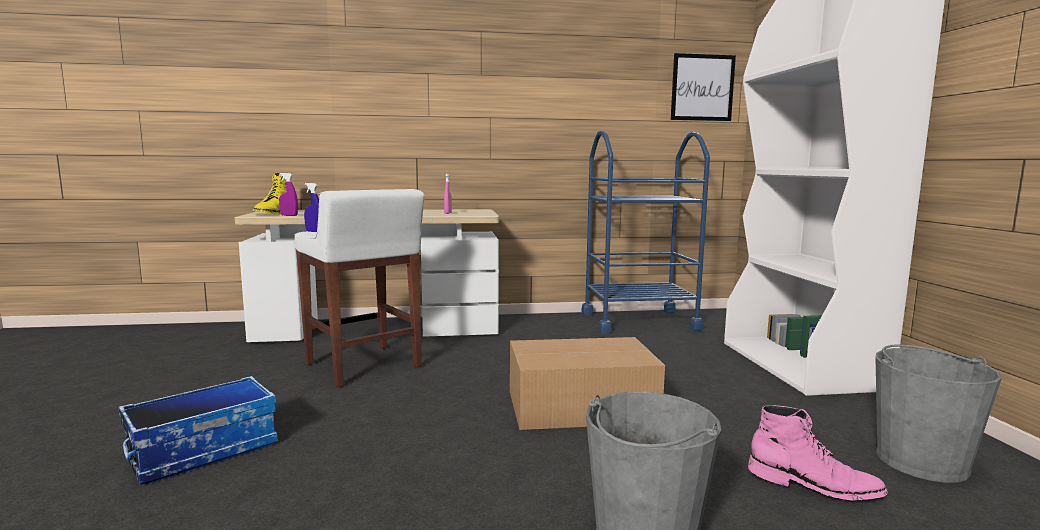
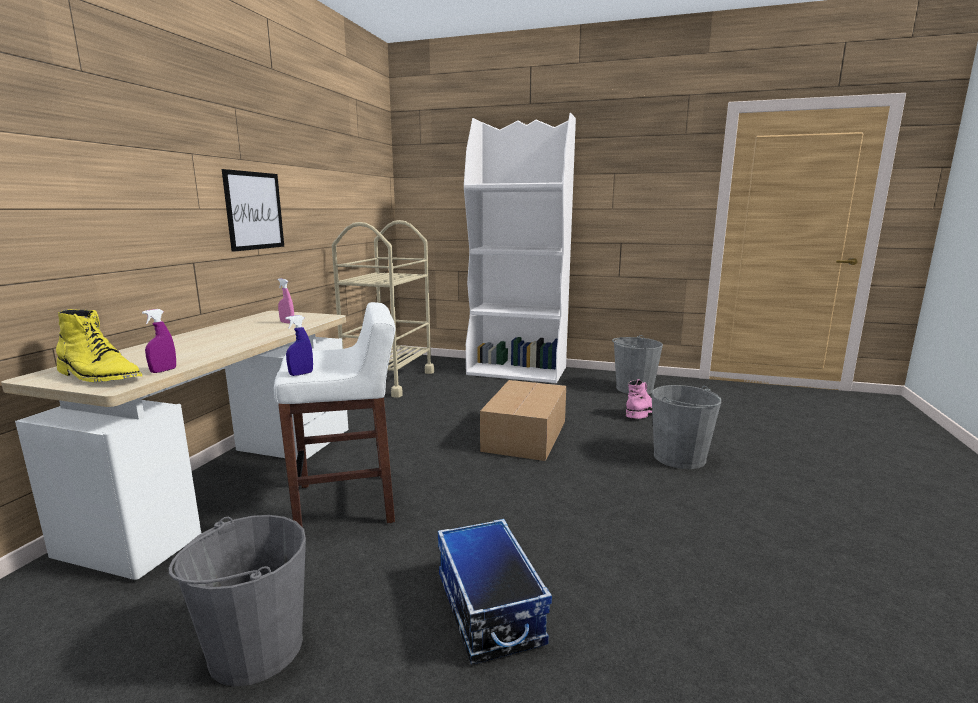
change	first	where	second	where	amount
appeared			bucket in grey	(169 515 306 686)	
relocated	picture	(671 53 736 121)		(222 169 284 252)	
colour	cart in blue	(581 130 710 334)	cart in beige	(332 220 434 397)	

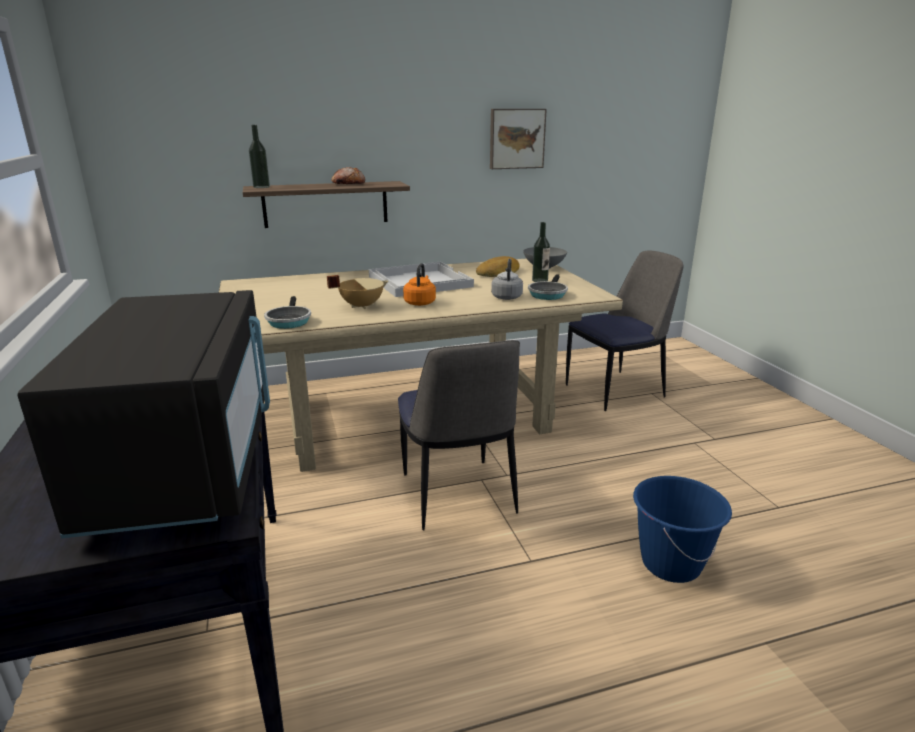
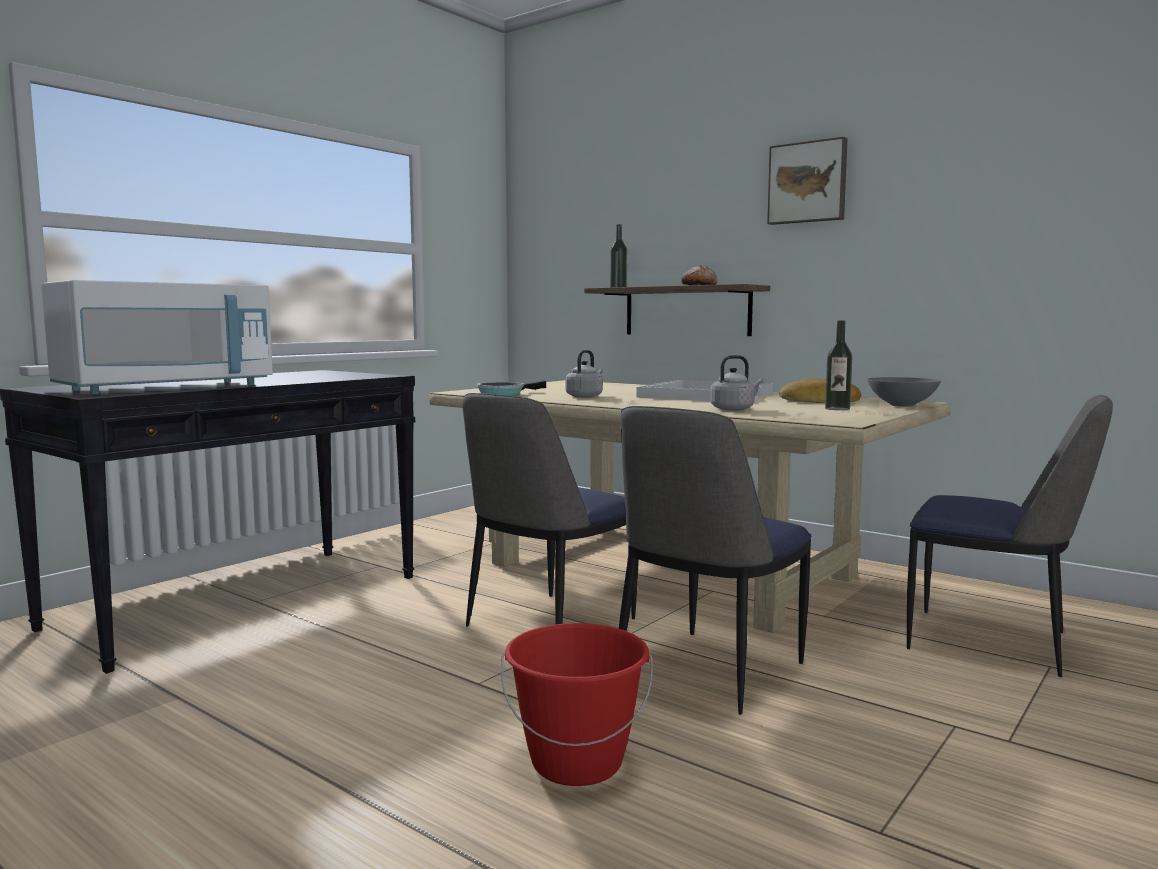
change	first	where	second	where	amount
missing	kettle in orange	(403 263 436 306)			
missing	frying pan	(528 274 568 300)			
appeared			chair	(619 406 811 715)	
relocated	picture	(490 109 547 169)		(767 137 848 225)	
exchanged	cooking pot in beige	(327 275 388 309)	kettle in grey	(565 350 603 398)	
colour	microwave in black	(18 290 270 539)	microwave in white	(41 280 273 395)	
colour	bucket in blue	(633 476 732 583)	bucket in red	(501 623 653 786)	

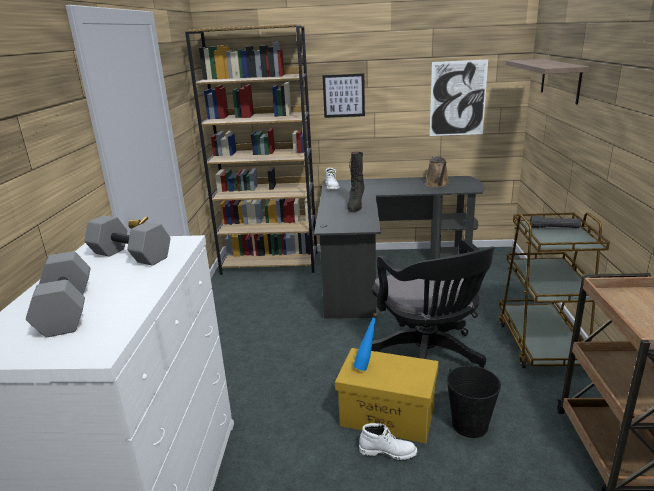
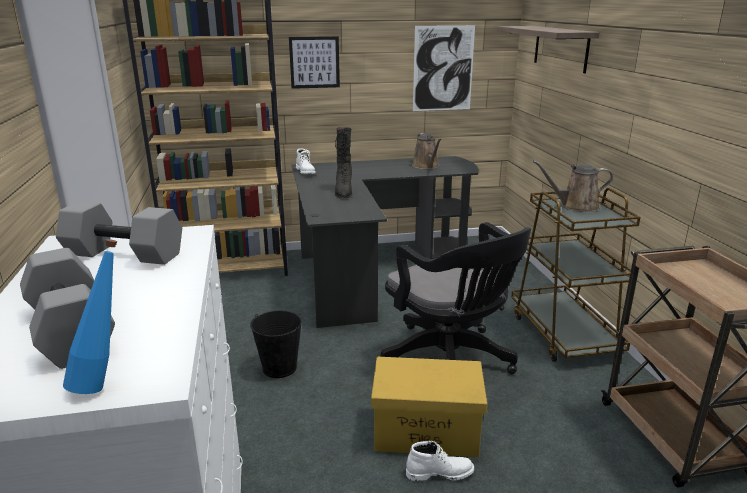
change	first	where	second	where	amount
relocated	bottle in blue	(353 313 377 371)		(63 239 117 394)	
relocated	bucket in black	(446 366 501 438)		(250 311 302 378)	
exchanged	flashlight in black	(530 216 581 228)	watering can in brown	(533 161 613 212)	

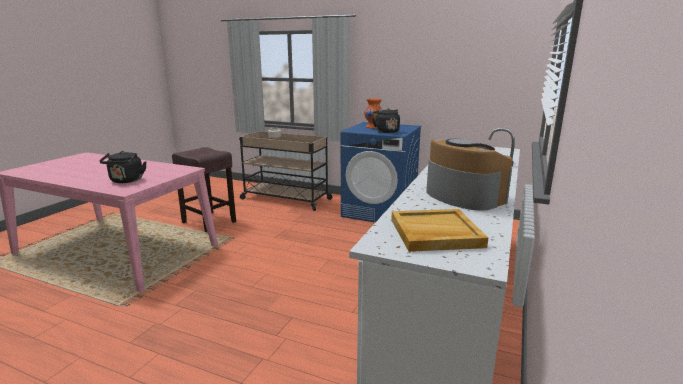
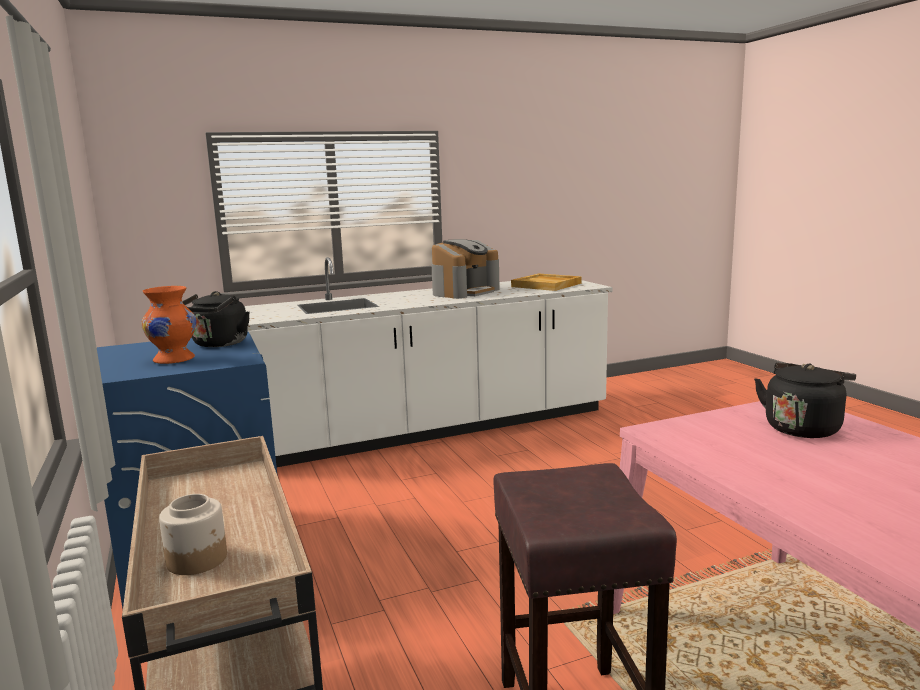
change	first	where	second	where	amount
spun	coffee machine	(426 138 512 211)		(431 239 500 299)	150 degrees counterclockwise

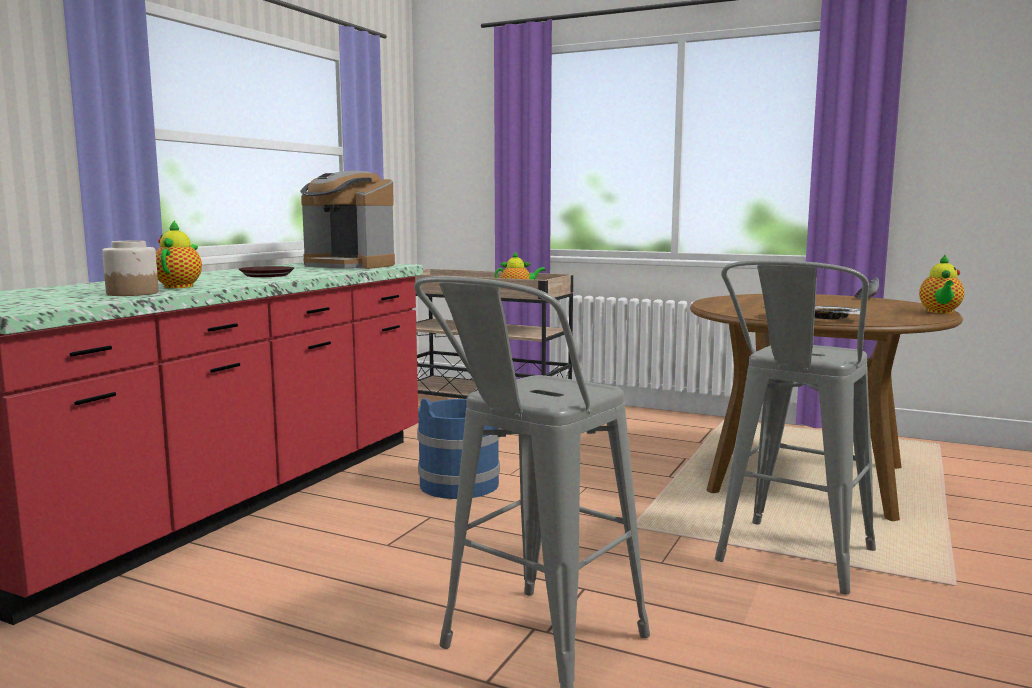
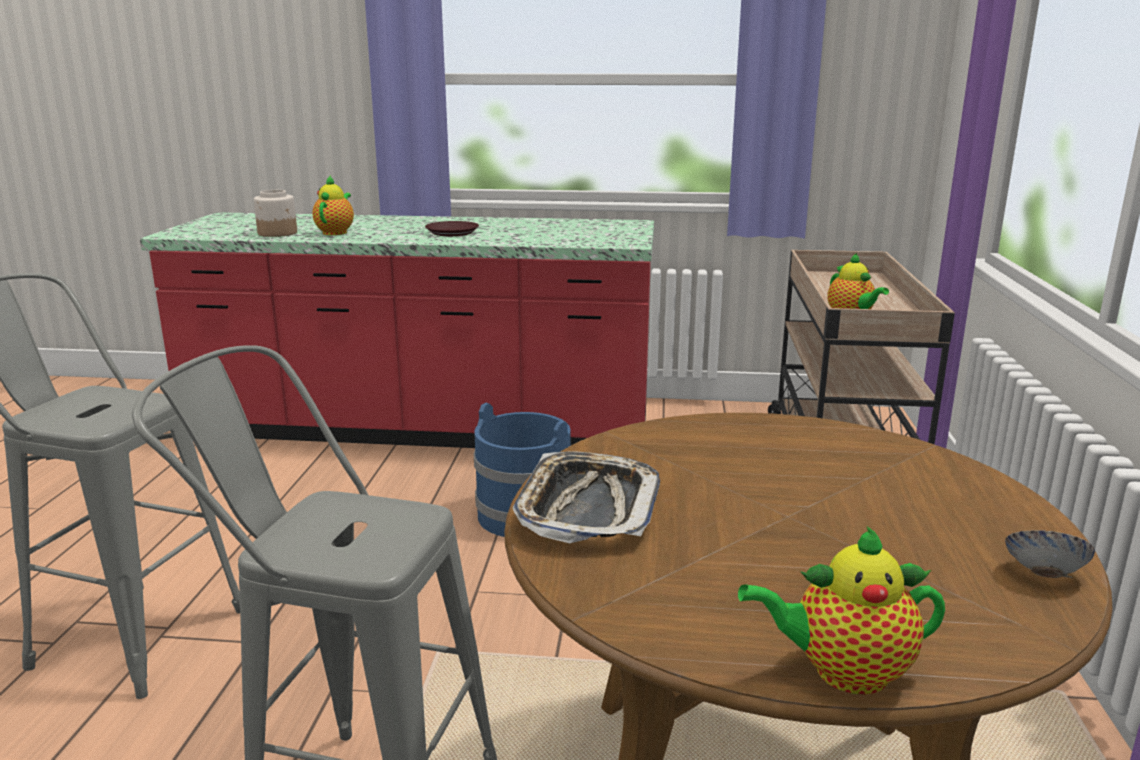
change	first	where	second	where	amount
missing	coffee machine	(300 171 395 269)			
spun	teapot	(156 220 202 288)		(312 175 354 235)	60 degrees counterclockwise

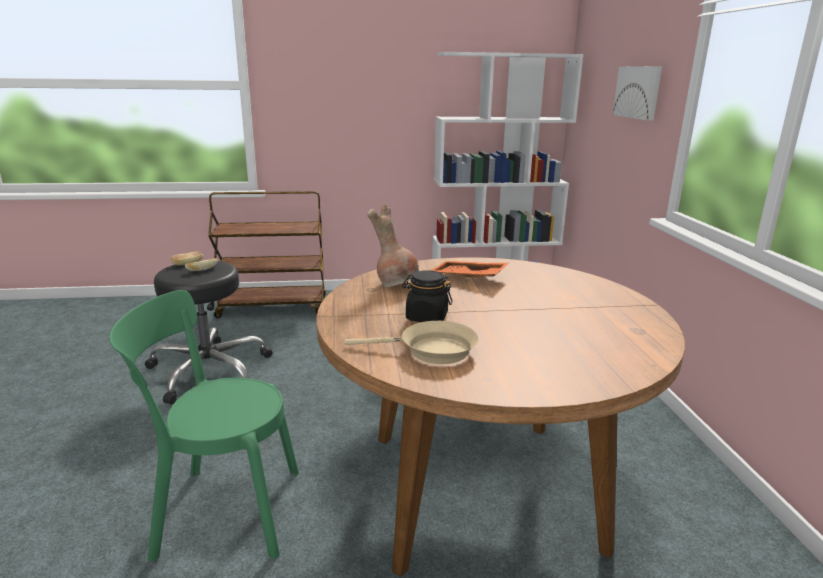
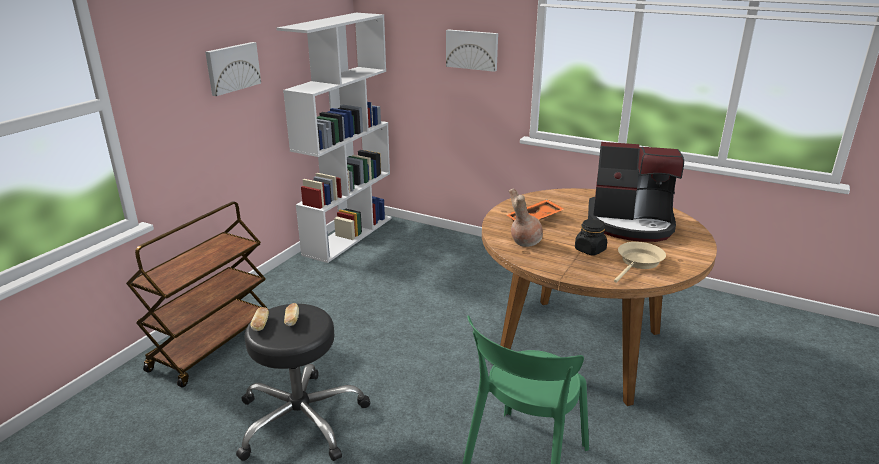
change	first	where	second	where	amount
appeared			picture	(205 42 261 96)	
appeared			coffee machine	(588 142 684 242)	

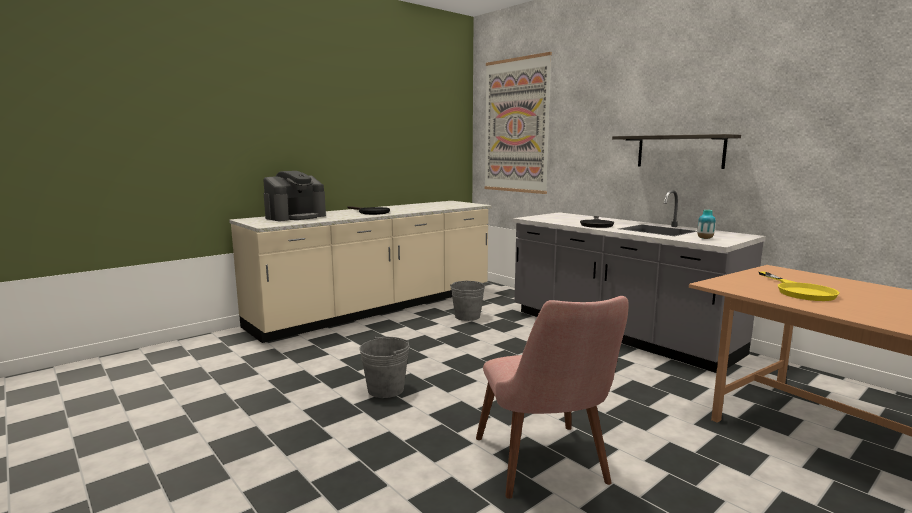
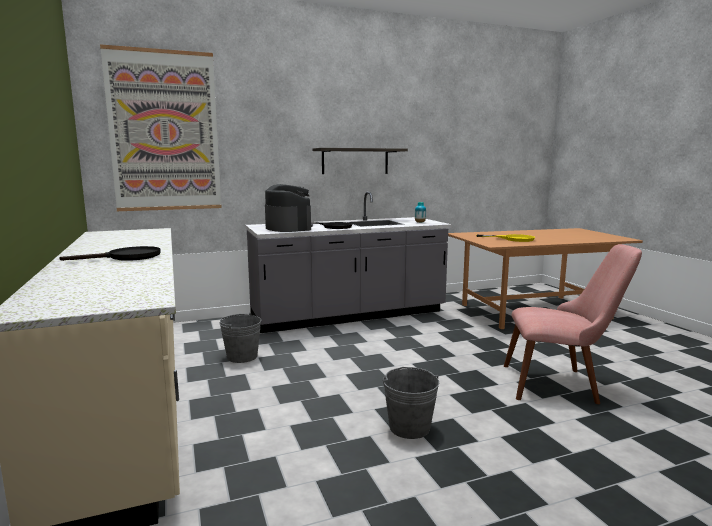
change	first	where	second	where	amount
relocated	coffee machine	(263 171 326 221)		(265 184 313 232)	

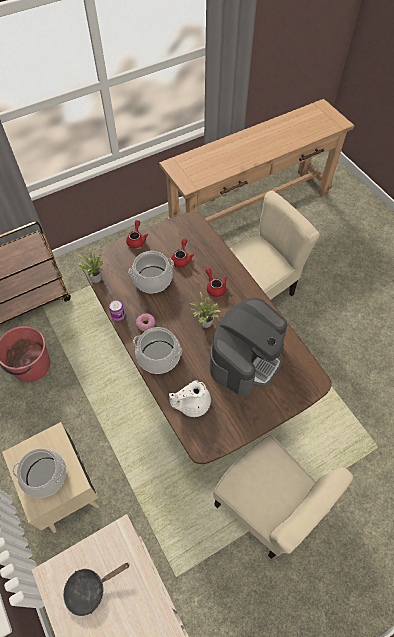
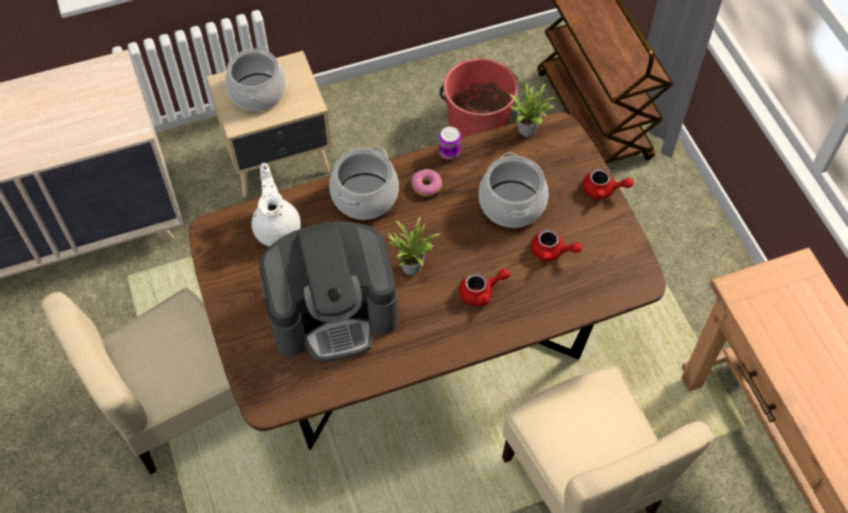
change	first	where	second	where	amount
missing	frying pan in black	(63 563 130 616)			
spun	coffee machine	(209 298 287 397)		(259 221 399 362)	60 degrees counterclockwise

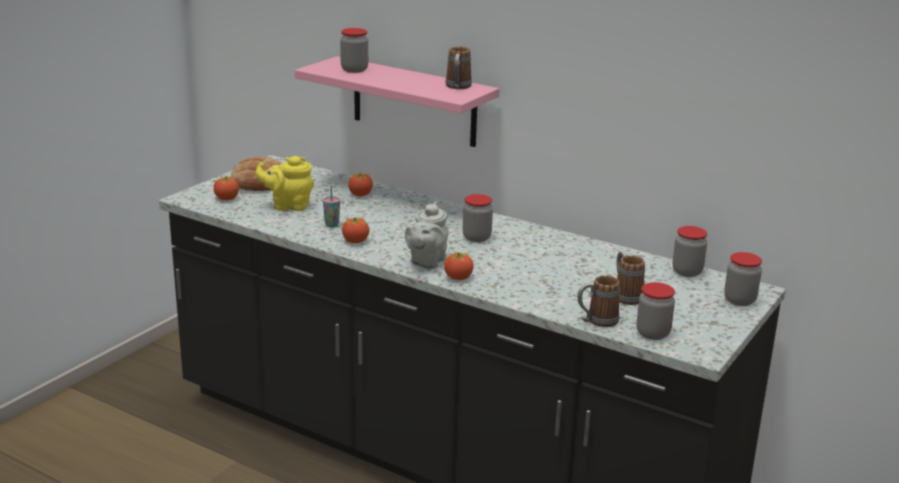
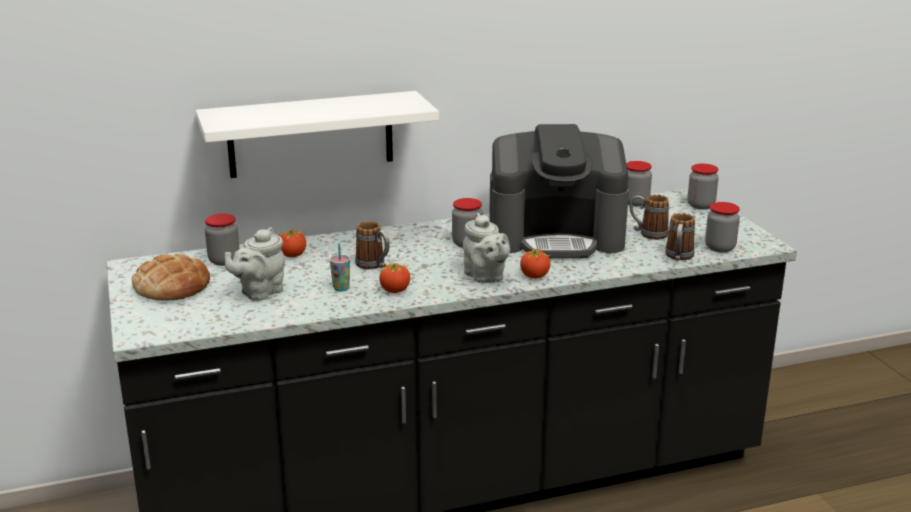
change	first	where	second	where	amount
missing	tomato	(212 176 239 200)			
appeared			coffee machine	(489 124 629 258)	
relocated	jar	(340 28 368 73)		(205 213 239 266)	
relocated	mug	(446 47 472 89)		(355 221 390 269)	
colour	teapot in yellow	(255 156 314 211)	teapot in grey	(224 227 285 301)	
colour	shelf in pink	(295 56 499 147)	shelf in white	(196 91 439 178)	

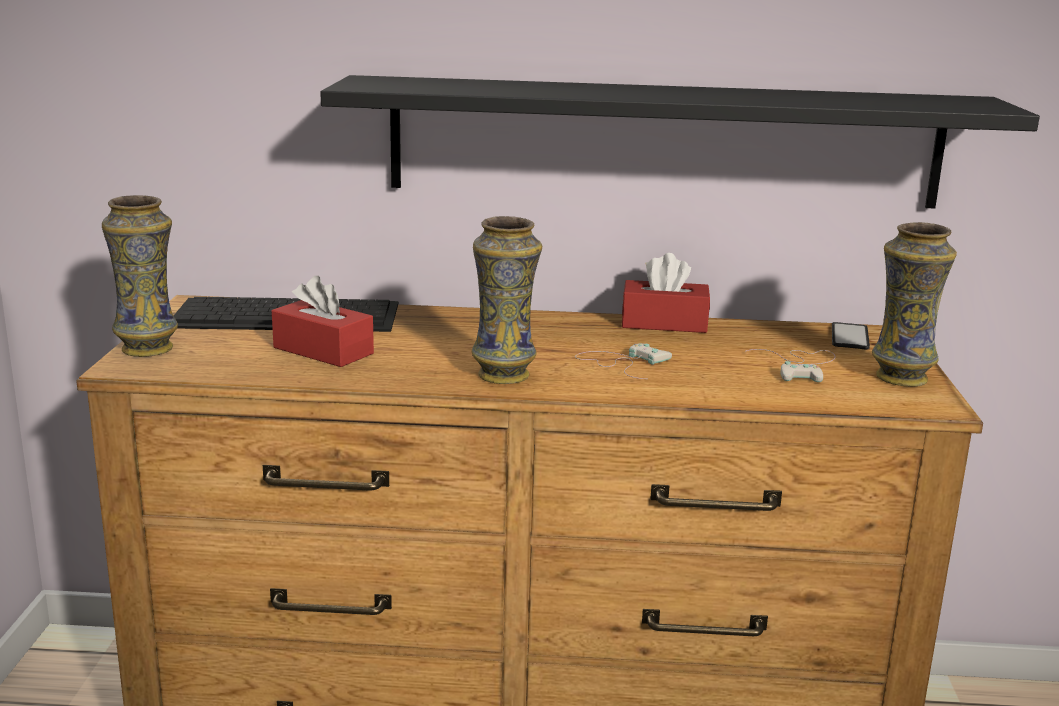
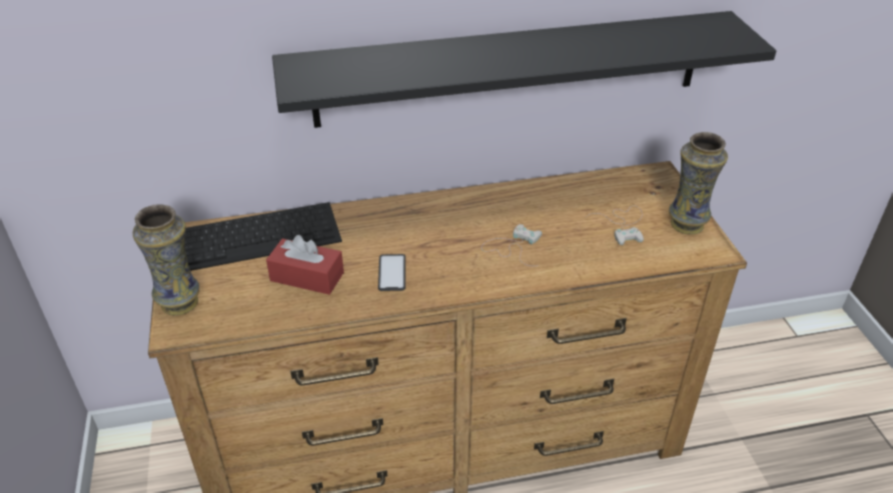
change	first	where	second	where	amount
missing	vase	(472 216 542 384)			
missing	tissue box in red	(622 253 710 333)			
relocated	phone	(832 322 870 349)		(378 254 406 291)	

